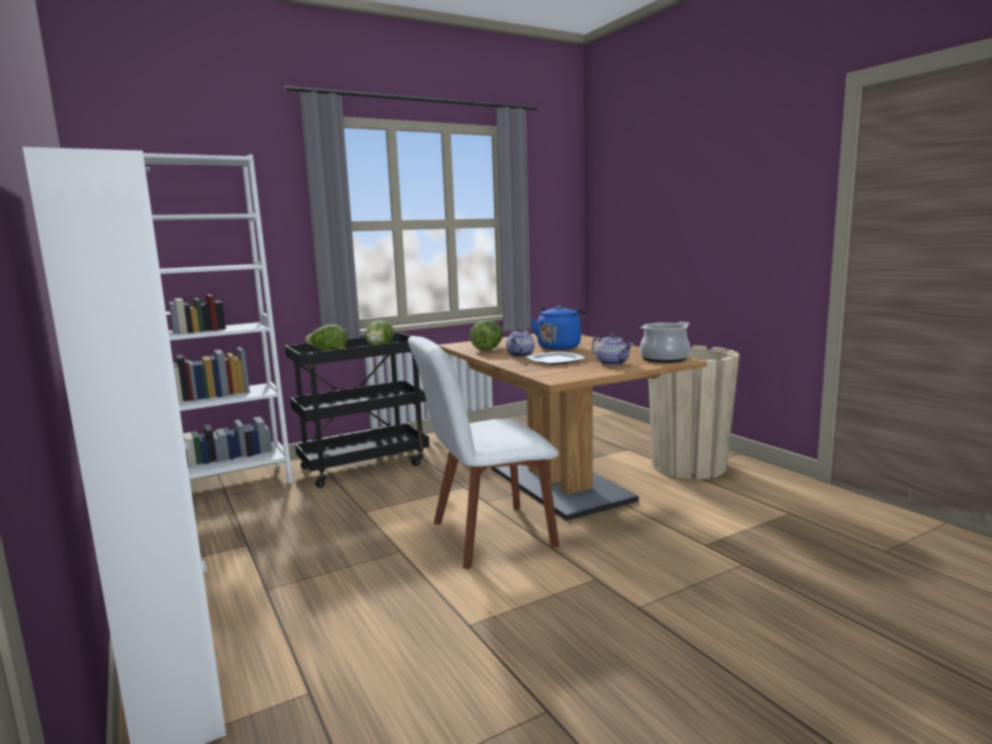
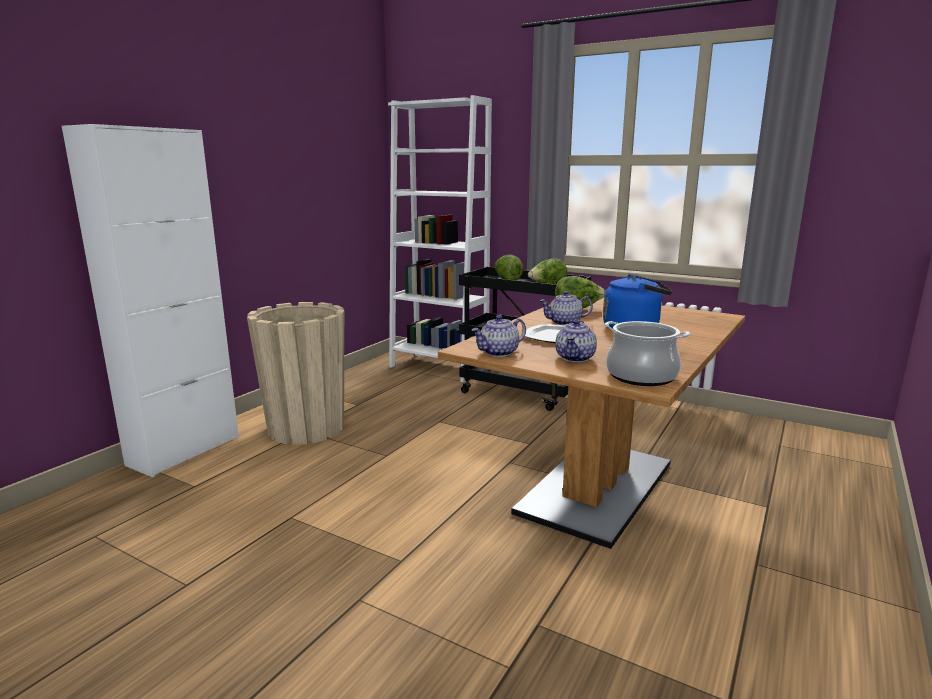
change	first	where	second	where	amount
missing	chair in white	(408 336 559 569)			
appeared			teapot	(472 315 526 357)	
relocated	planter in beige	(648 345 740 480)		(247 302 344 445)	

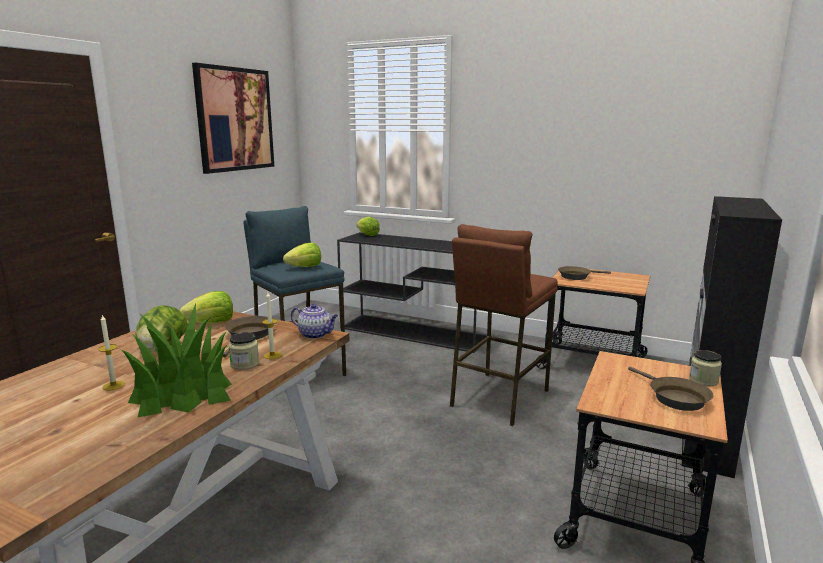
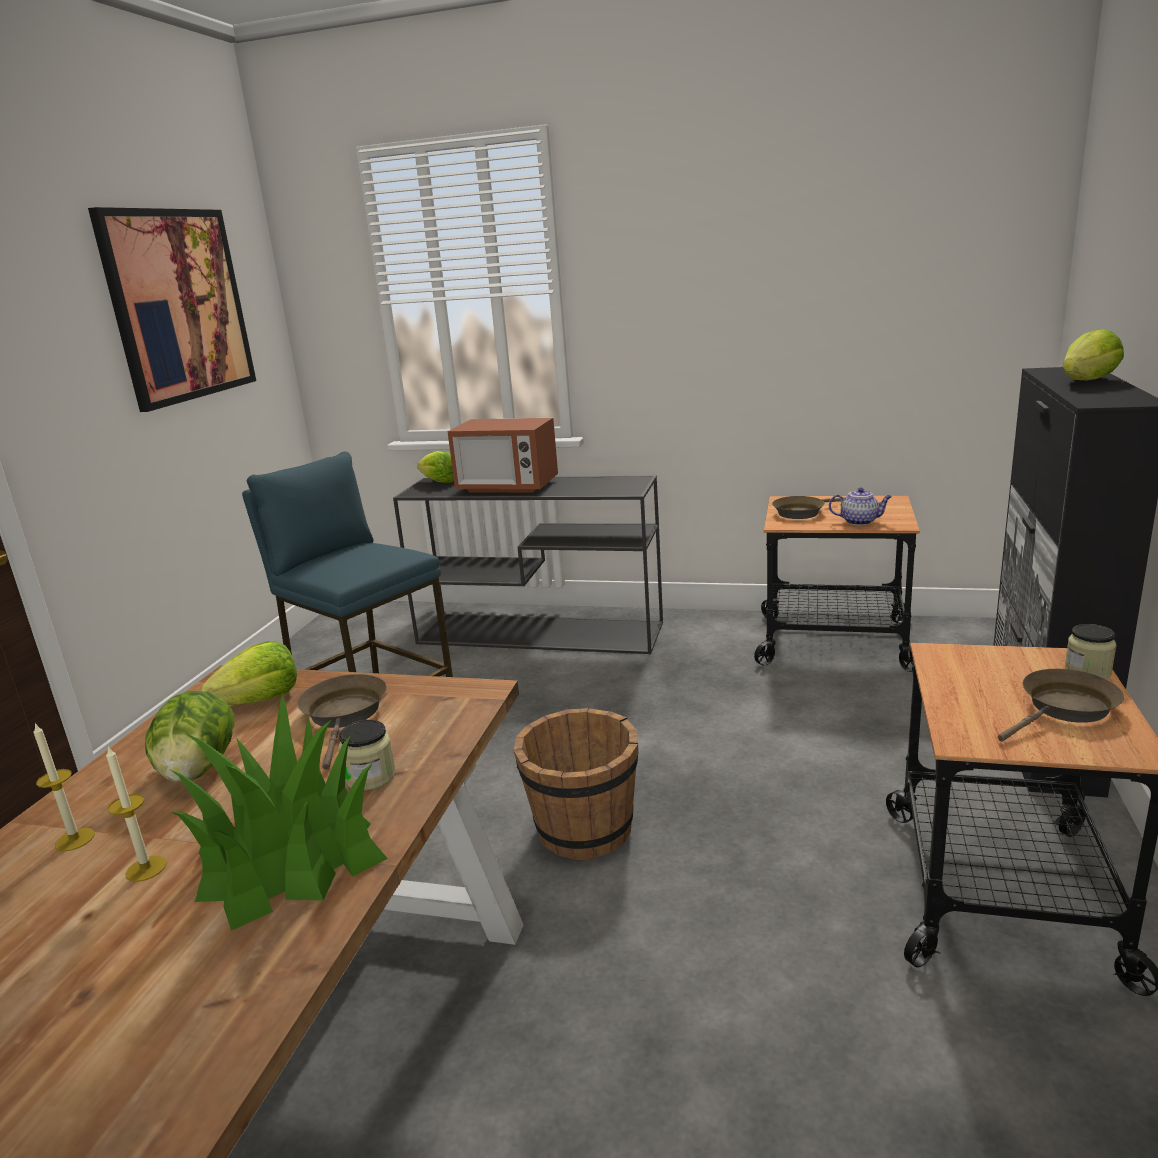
change	first	where	second	where	amount
missing	stool in brown	(450 224 558 426)			
appeared			microwave	(448 418 558 493)	
appeared			bucket in brown	(513 708 639 860)	
relocated	candle	(262 292 282 359)		(33 723 95 852)	
relocated	lettuce	(283 243 321 267)		(1063 329 1124 380)	
relocated	teapot	(291 304 338 339)		(829 487 892 525)	
spun	frying pan in brown	(628 366 713 411)		(998 669 1124 741)	90 degrees counterclockwise

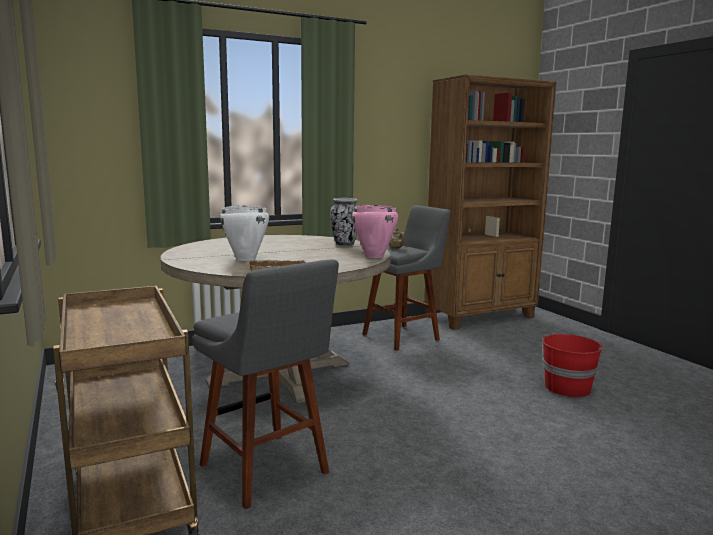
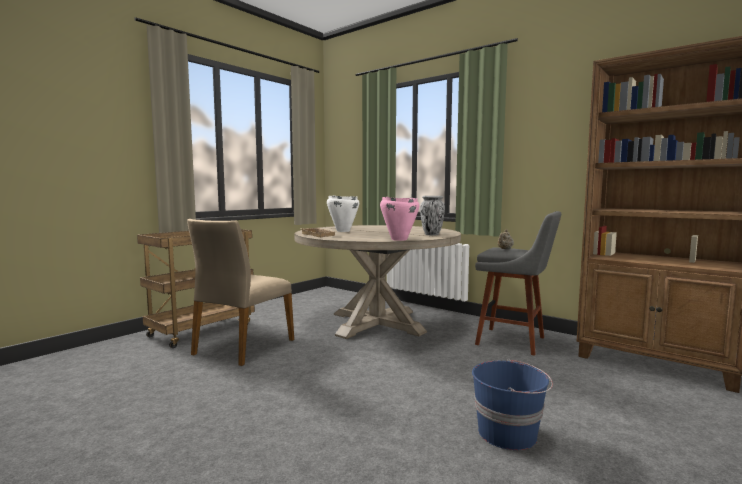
change	first	where	second	where	amount
exchanged	stool in grey	(192 259 339 509)	chair in beige	(187 219 294 366)	
colour	bucket in red	(542 334 605 397)	bucket in blue	(472 359 553 450)	

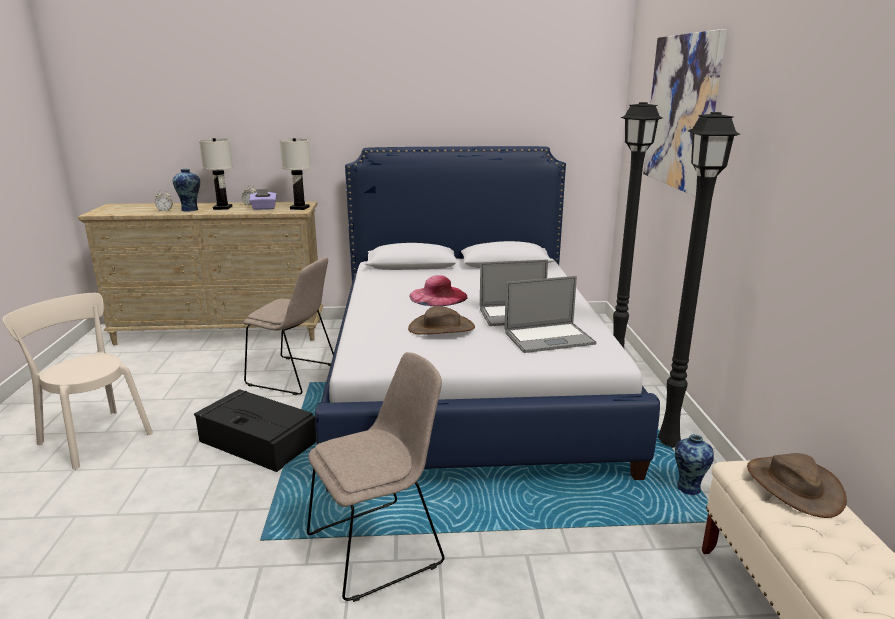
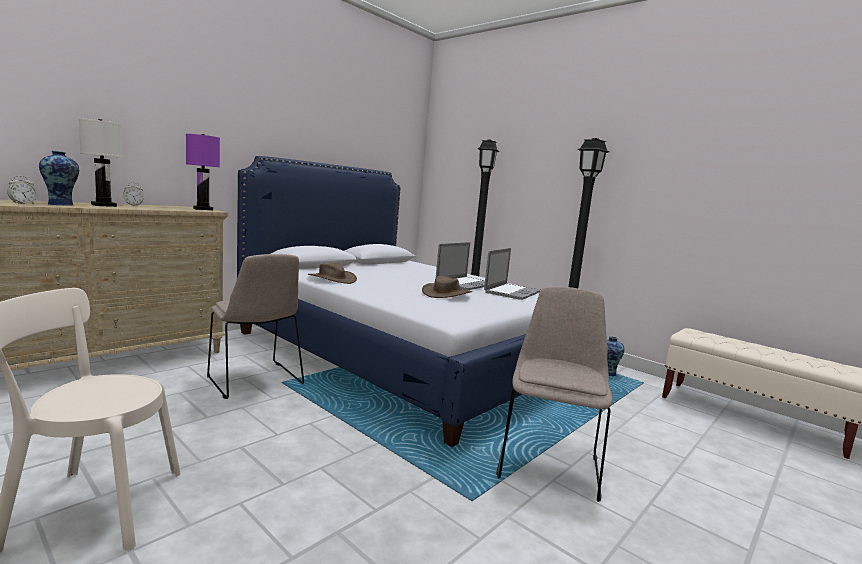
change	first	where	second	where	amount
missing	storage box in black	(194 389 316 472)			
missing	tissue box in purple	(250 189 277 210)			
missing	hat in pink	(409 275 468 306)			
missing	picture	(643 29 727 197)			
relocated	hat in brown	(747 453 847 518)		(307 263 357 284)	
colour	table lamp in white	(279 138 311 210)	table lamp in purple	(186 134 220 210)	
spun	chair in beige	(243 257 334 395)		(207 254 304 399)	75 degrees clockwise

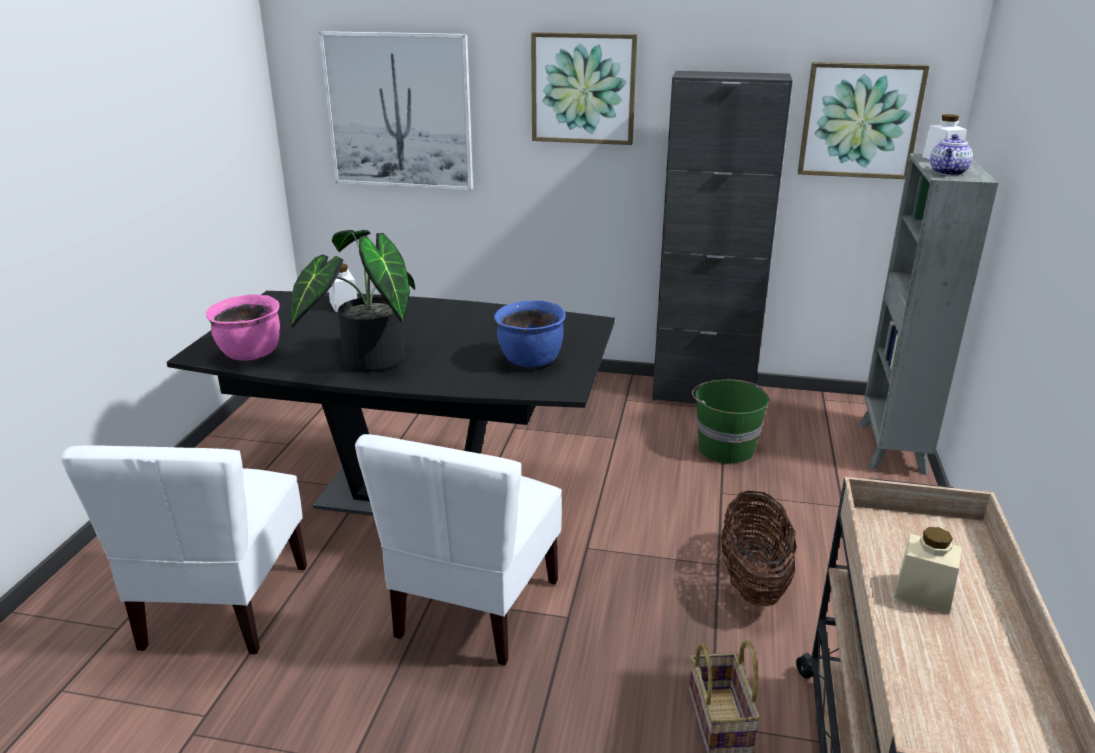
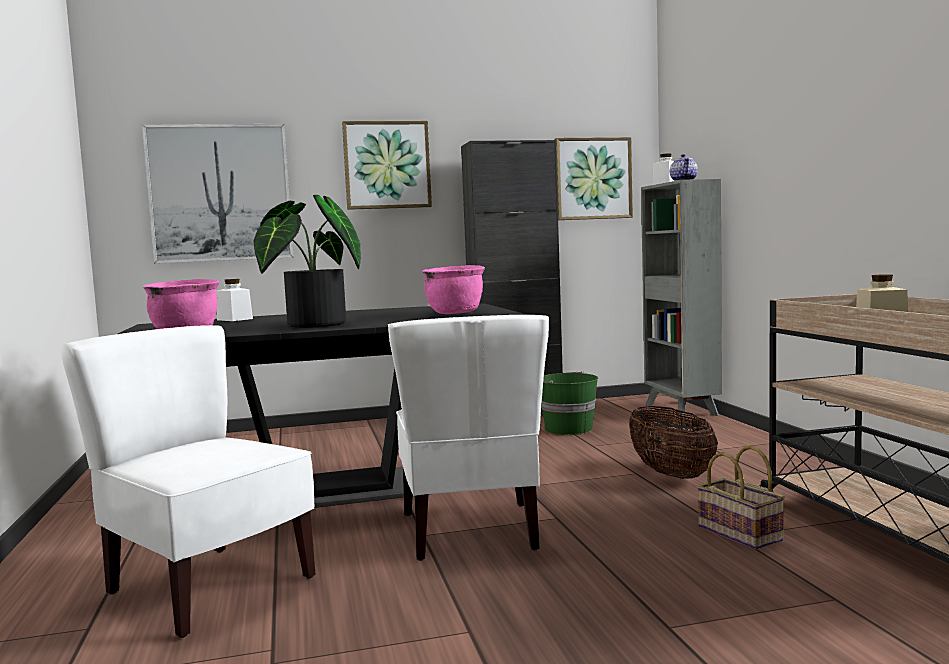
change	first	where	second	where	amount
colour	cooking pot in blue	(494 301 566 367)	cooking pot in pink	(422 265 485 314)	
spun	chair in white	(61 445 307 655)		(60 325 316 638)	150 degrees clockwise

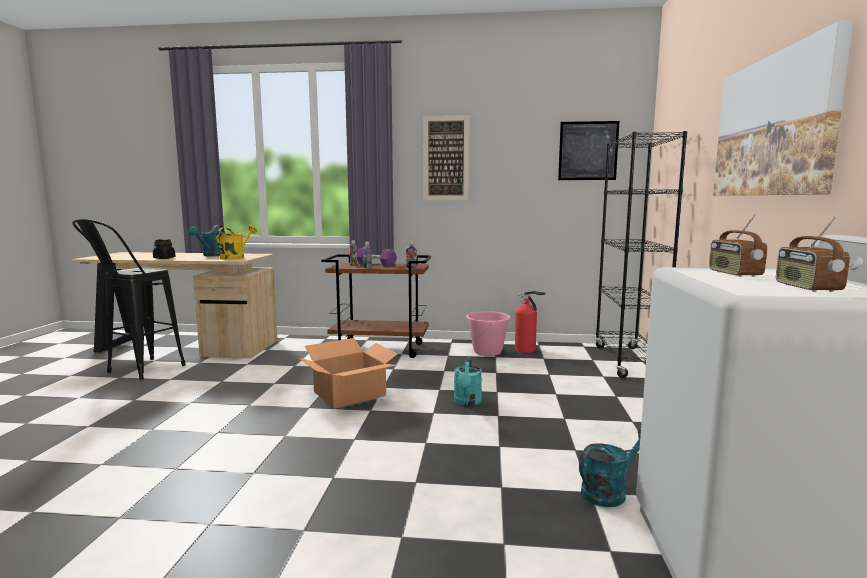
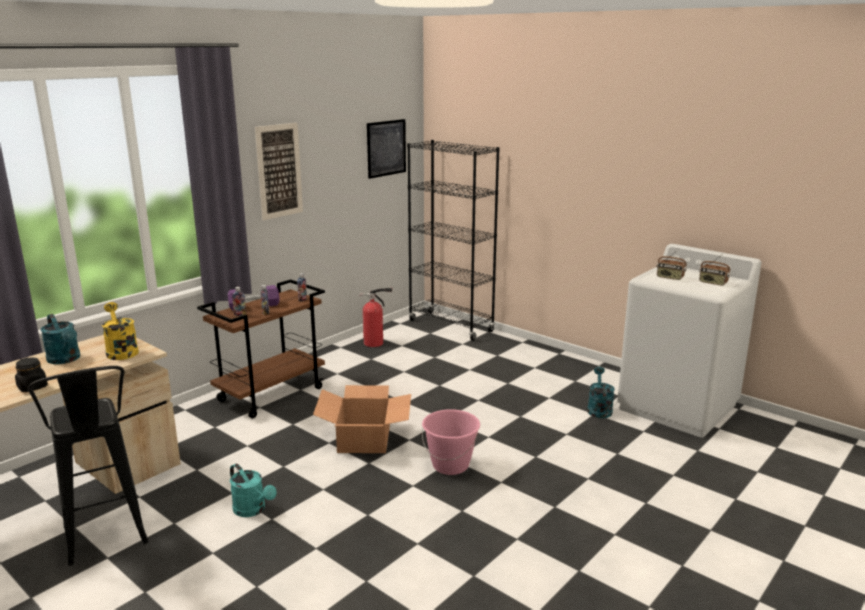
change	first	where	second	where	amount
missing	picture	(713 20 853 196)			
relocated	watering can in turquoise	(454 358 482 406)		(230 464 277 517)	
relocated	bucket in pink	(466 311 511 356)		(422 409 480 475)	

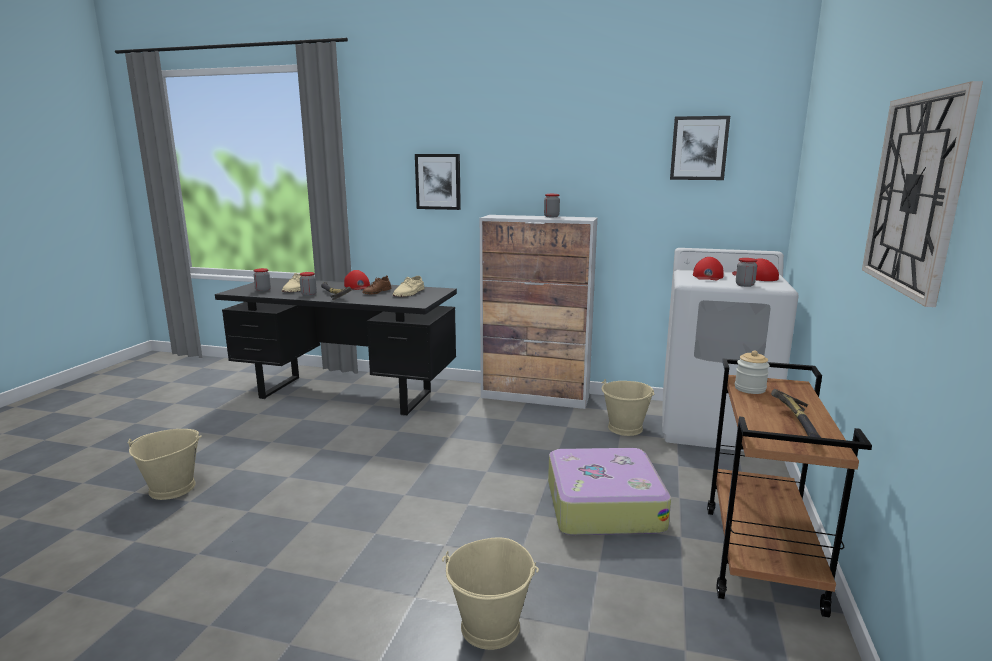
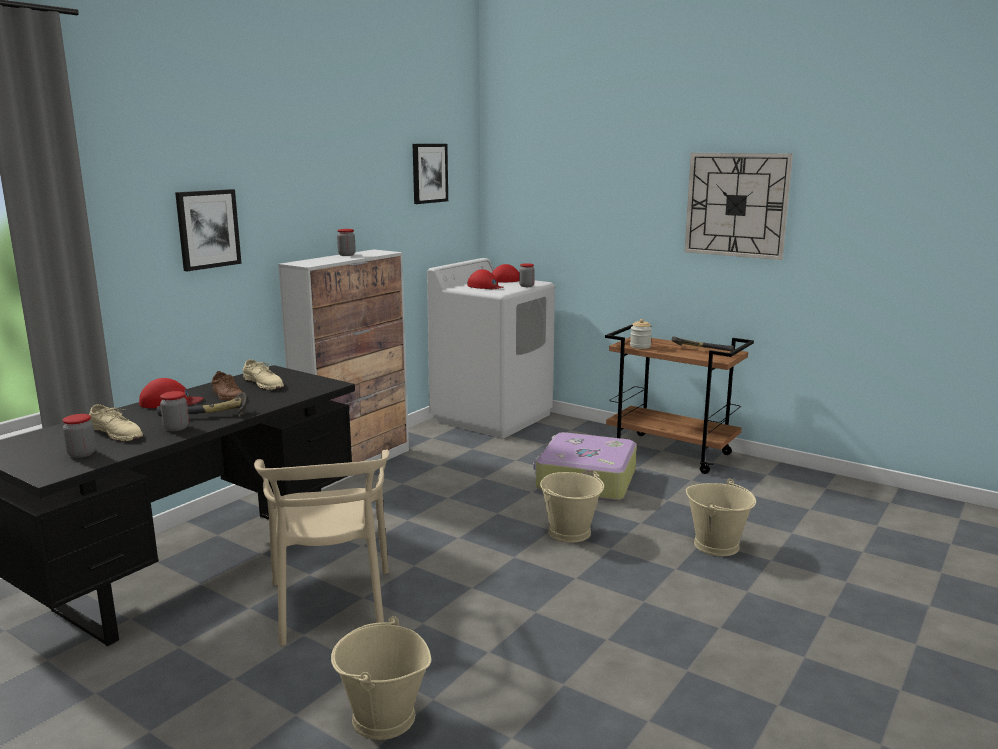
change	first	where	second	where	amount
appeared			chair in beige	(254 450 389 646)	
relocated	bucket in beige	(602 379 654 436)		(540 471 604 543)	

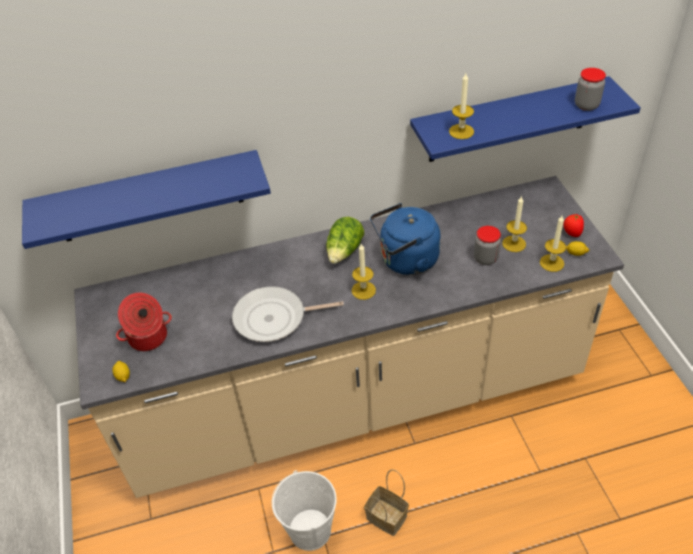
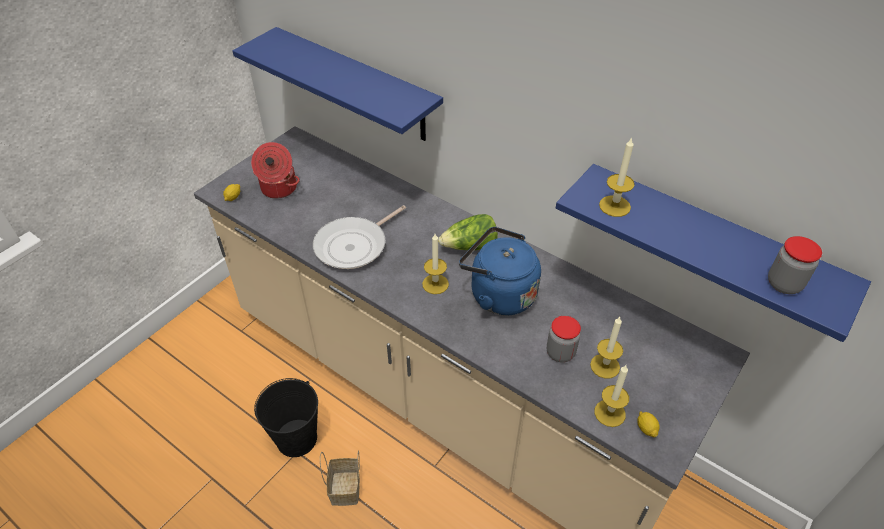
change	first	where	second	where	amount
missing	tomato	(564 214 584 237)			
colour	bucket in white	(272 470 337 551)	bucket in black	(254 378 318 457)	
spun	frying pan	(232 286 344 342)		(313 205 406 269)	90 degrees counterclockwise

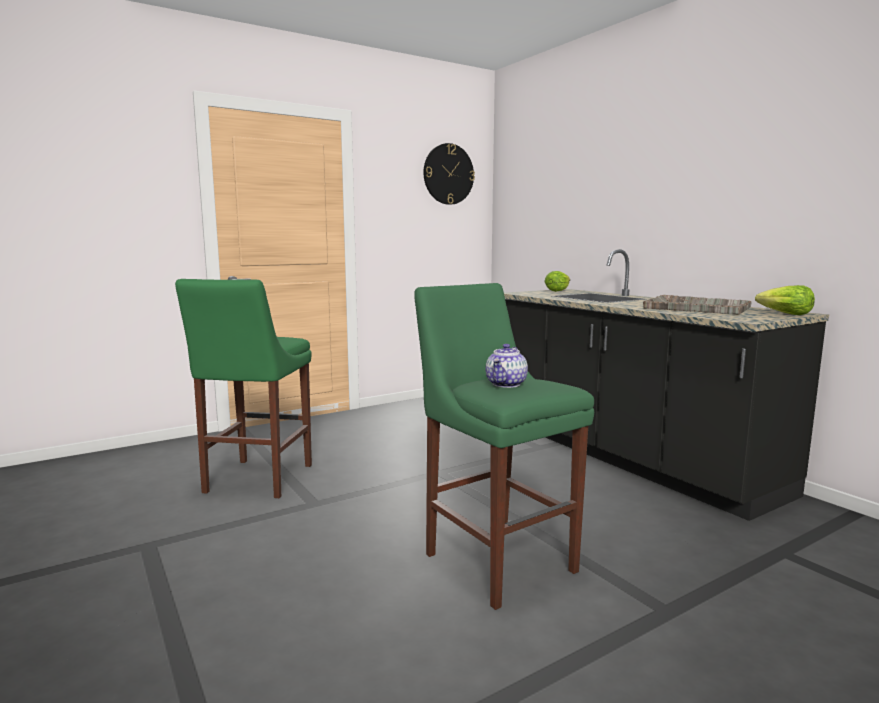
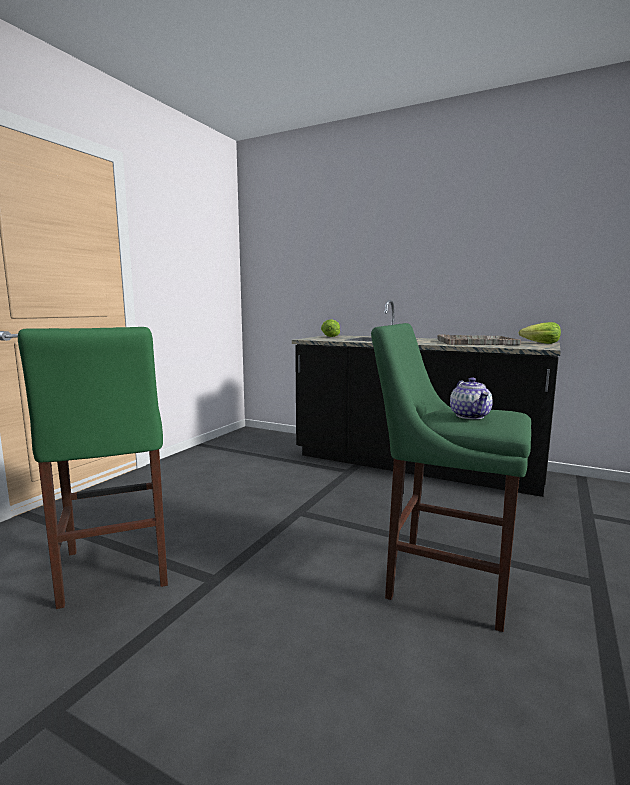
change	first	where	second	where	amount
missing	wall clock	(423 143 475 205)			

